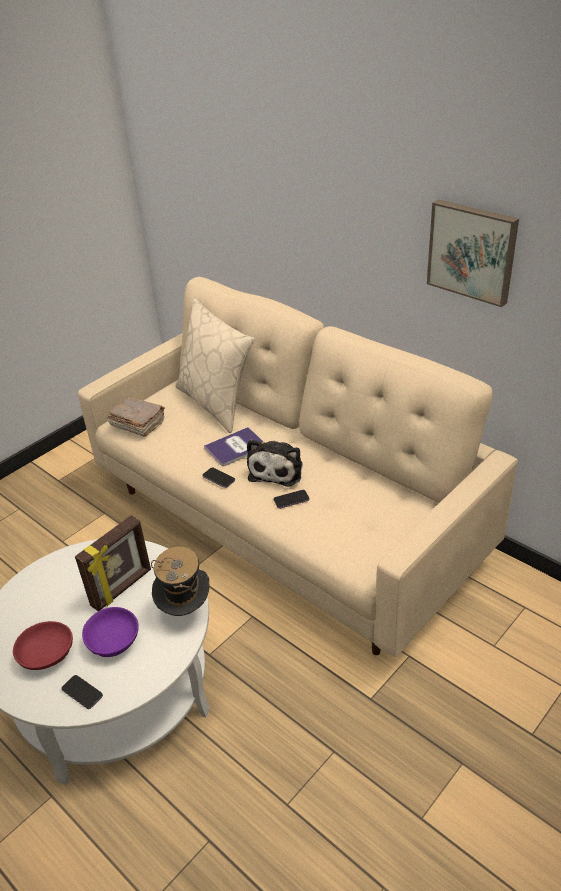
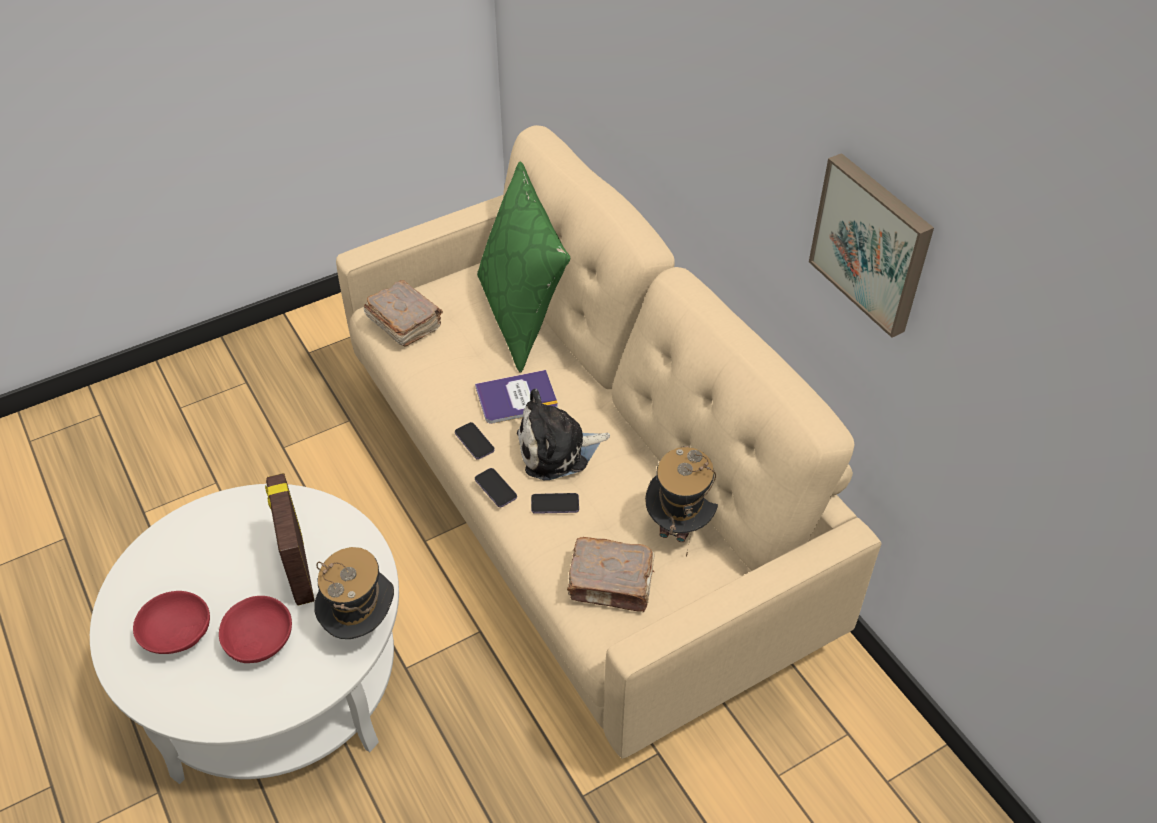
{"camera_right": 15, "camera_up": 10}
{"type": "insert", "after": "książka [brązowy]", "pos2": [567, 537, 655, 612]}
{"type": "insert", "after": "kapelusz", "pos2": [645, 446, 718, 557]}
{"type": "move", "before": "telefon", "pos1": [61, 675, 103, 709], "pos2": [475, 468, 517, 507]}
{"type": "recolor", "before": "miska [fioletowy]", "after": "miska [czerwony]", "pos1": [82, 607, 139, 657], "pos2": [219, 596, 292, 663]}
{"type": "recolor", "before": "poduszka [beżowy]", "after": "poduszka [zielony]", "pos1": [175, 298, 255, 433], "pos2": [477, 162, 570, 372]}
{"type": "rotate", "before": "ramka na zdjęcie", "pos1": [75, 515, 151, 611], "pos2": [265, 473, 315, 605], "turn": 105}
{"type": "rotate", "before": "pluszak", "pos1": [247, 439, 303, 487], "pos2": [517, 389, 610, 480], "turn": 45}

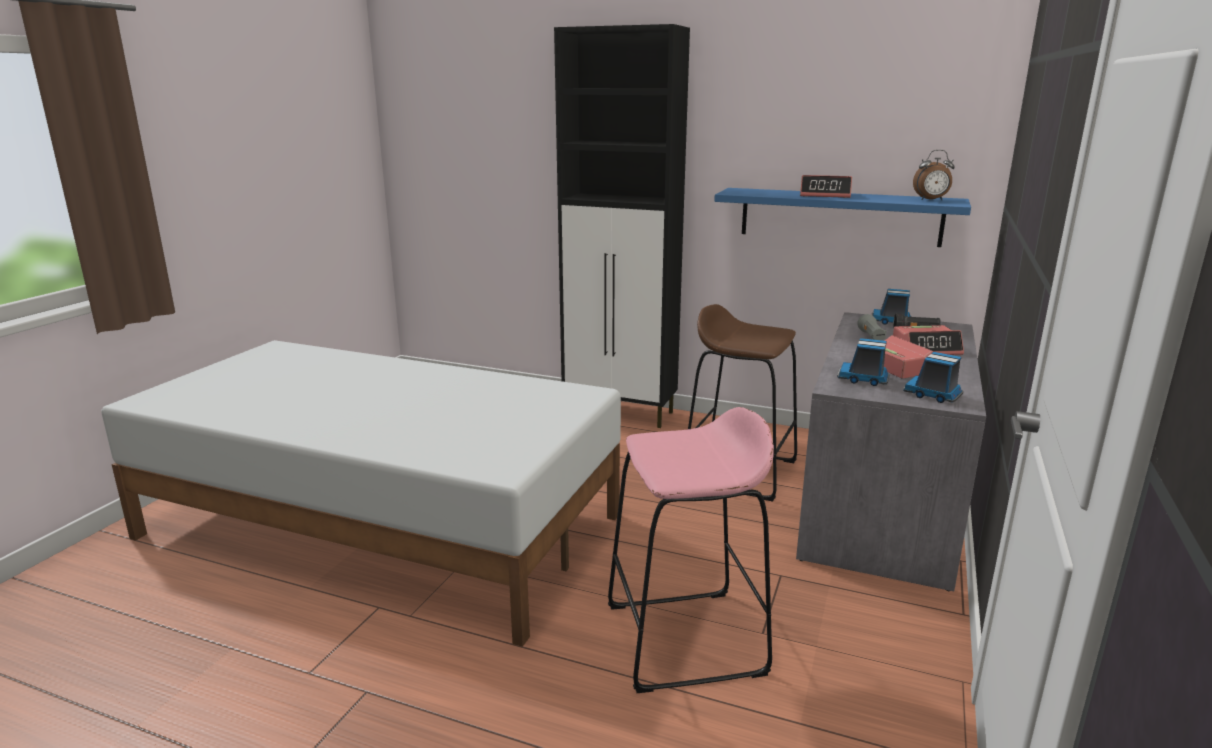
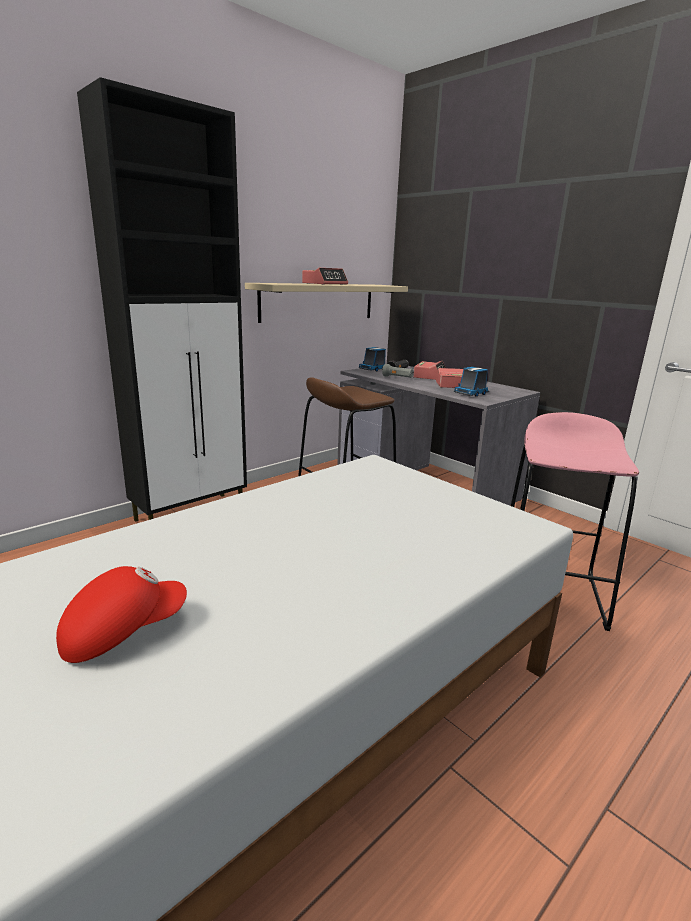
{"camera_right": -65, "camera_up": 0}
{"type": "delete", "before": "ciężarówka zabawkowa", "pos1": [903, 352, 963, 403]}
{"type": "delete", "before": "budzik", "pos1": [913, 150, 955, 200]}
{"type": "insert", "after": "czapka z daszkiem [czerwony]", "pos2": [56, 566, 187, 663]}
{"type": "recolor", "before": "półka [niebieski]", "after": "półka [beżowy]", "pos1": [714, 188, 971, 247], "pos2": [245, 283, 408, 323]}

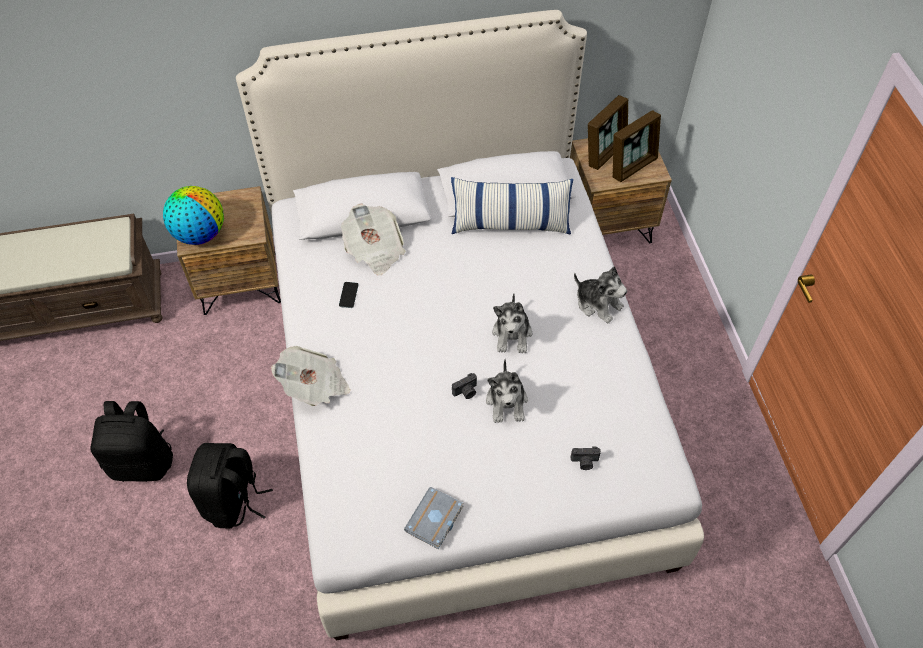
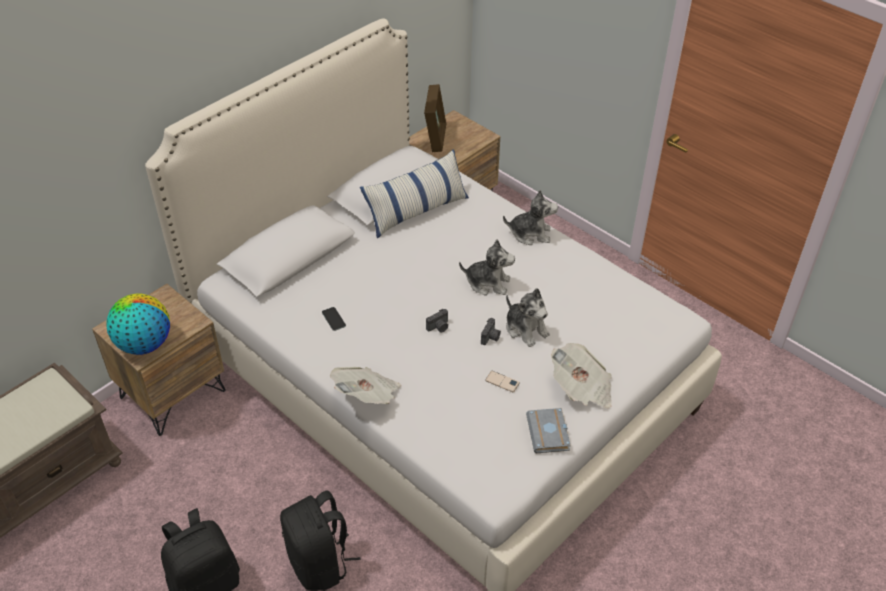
{"camera_right": -35, "camera_up": -10}
{"type": "delete", "before": "ramka na zdjęcie", "pos1": [613, 110, 661, 182]}
{"type": "insert", "after": "telefon", "pos2": [485, 371, 520, 393]}
{"type": "move", "before": "gazeta", "pos1": [341, 203, 406, 275], "pos2": [551, 343, 612, 408]}
{"type": "move", "before": "aparat fotograficzny", "pos1": [571, 446, 601, 470], "pos2": [426, 309, 448, 333]}
{"type": "rotate", "before": "pluszak", "pos1": [492, 293, 532, 353], "pos2": [459, 239, 515, 296], "turn": -45}

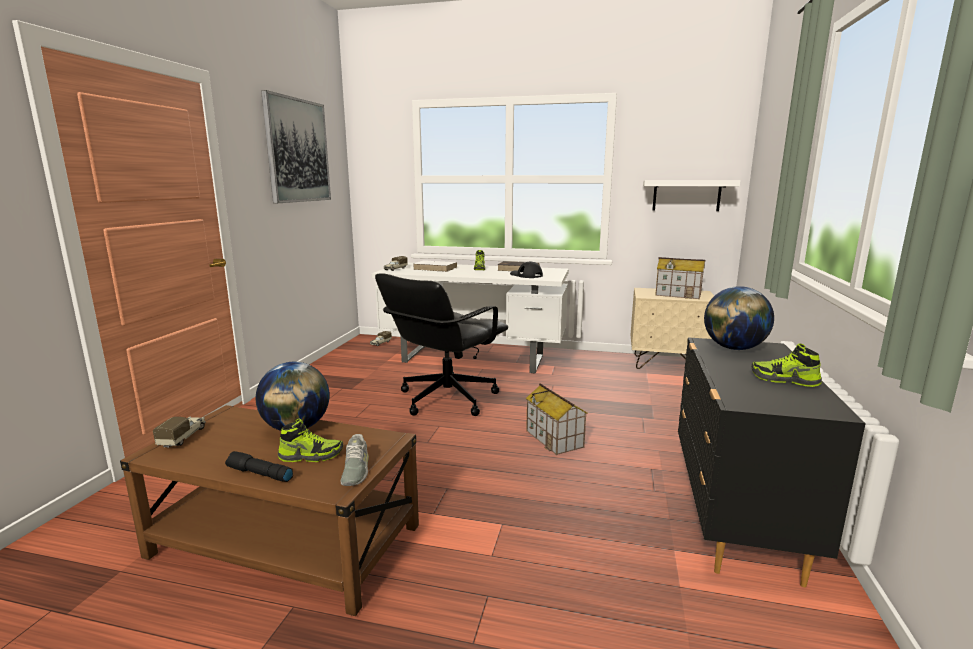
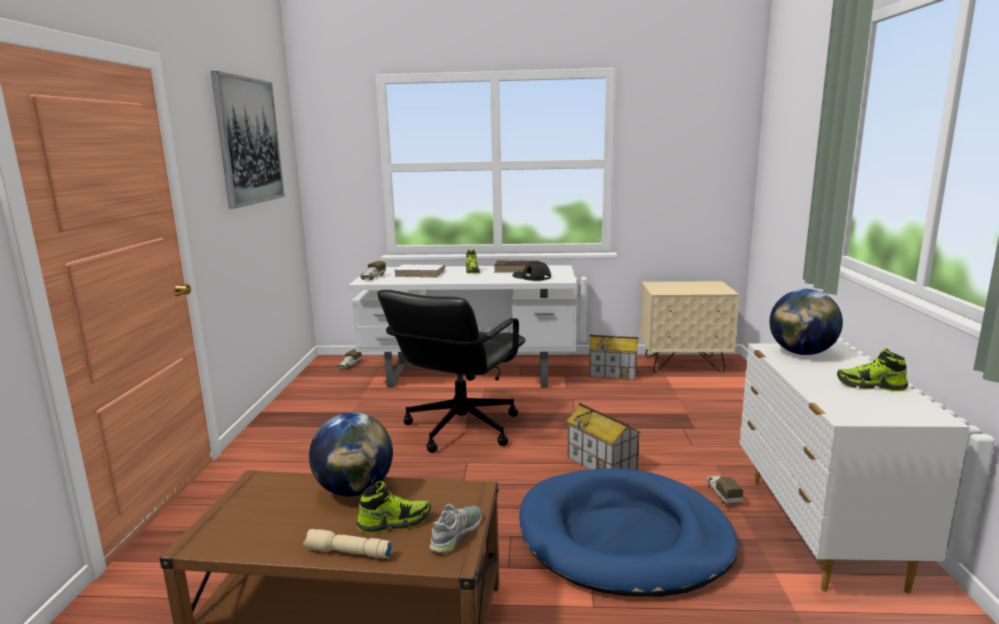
{"camera_right": -10, "camera_up": 0}
{"type": "delete", "before": "półka [biały]", "pos1": [643, 180, 741, 211]}
{"type": "insert", "after": "legowisko [niebieski]", "pos2": [519, 468, 738, 597]}
{"type": "move", "before": "ciężarówka zabawkowa", "pos1": [153, 417, 206, 448], "pos2": [706, 475, 743, 506]}
{"type": "move", "before": "domek", "pos1": [655, 257, 705, 299], "pos2": [589, 335, 638, 380]}
{"type": "recolor", "before": "latarka [czarny]", "after": "latarka [beżowy]", "pos1": [225, 451, 293, 482], "pos2": [303, 529, 392, 558]}
{"type": "recolor", "before": "komoda [czarny]", "after": "komoda [biały]", "pos1": [678, 337, 866, 587], "pos2": [739, 343, 970, 593]}
{"type": "rotate", "before": "but [szary]", "pos1": [341, 434, 369, 486], "pos2": [429, 504, 482, 553], "turn": -135}

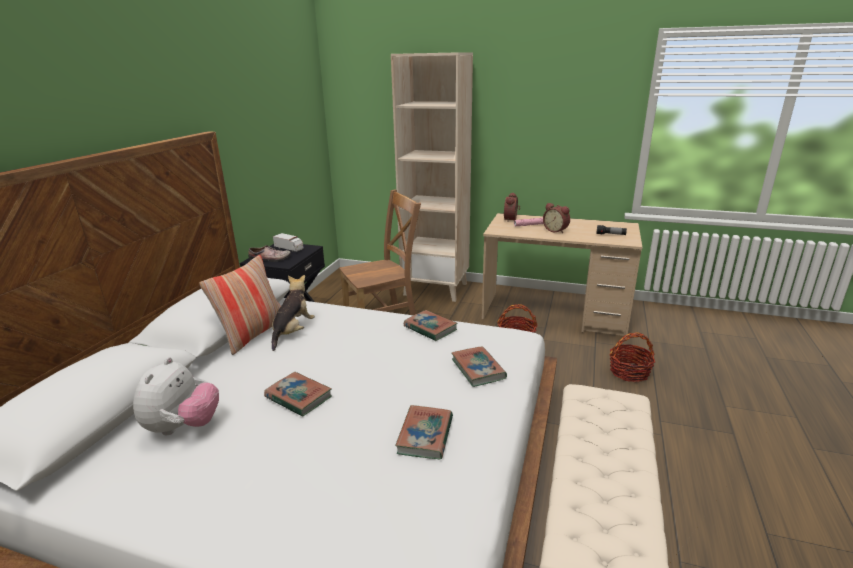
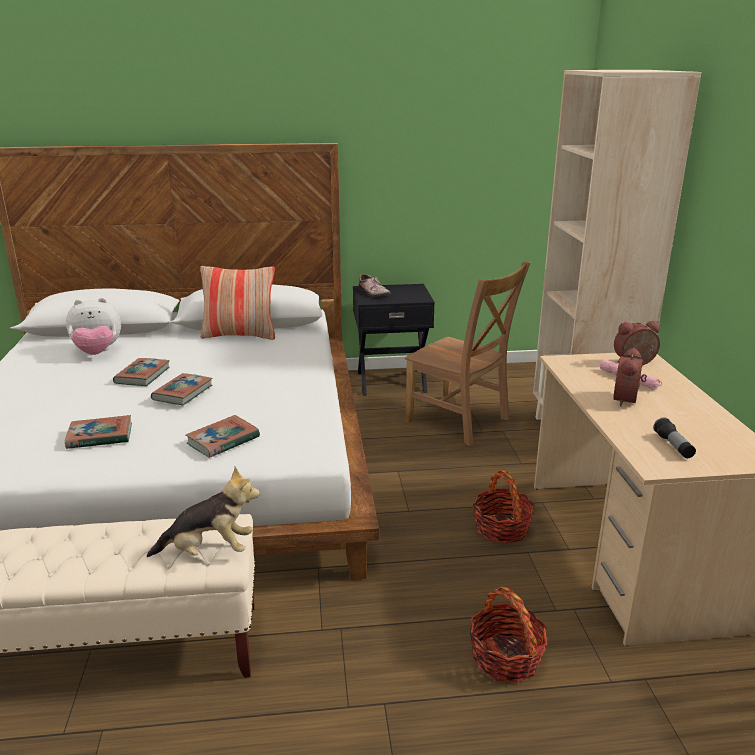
{"camera_right": 65, "camera_up": 0}
{"type": "delete", "before": "ciężarówka zabawkowa", "pos1": [273, 233, 304, 252]}
{"type": "move", "before": "pluszak", "pos1": [272, 275, 315, 351], "pos2": [147, 467, 260, 557]}
{"type": "move", "before": "książka", "pos1": [404, 310, 458, 341], "pos2": [151, 373, 213, 405]}

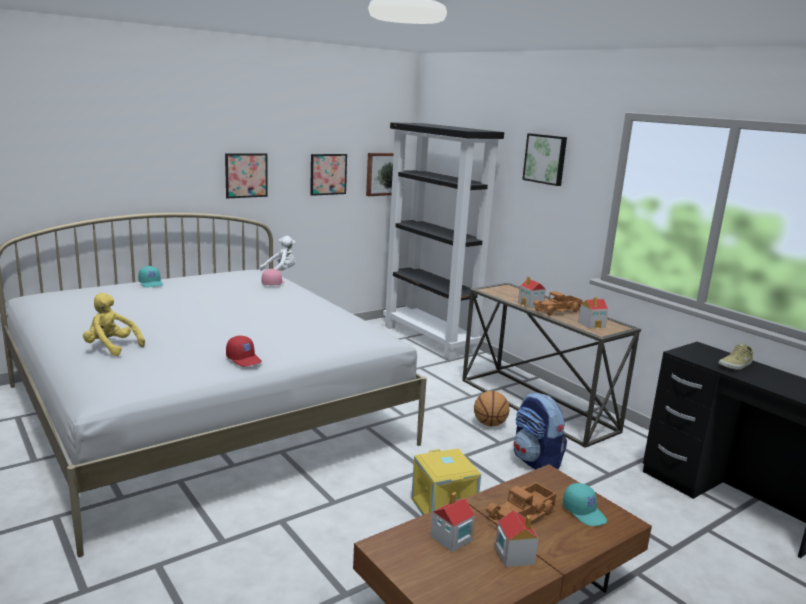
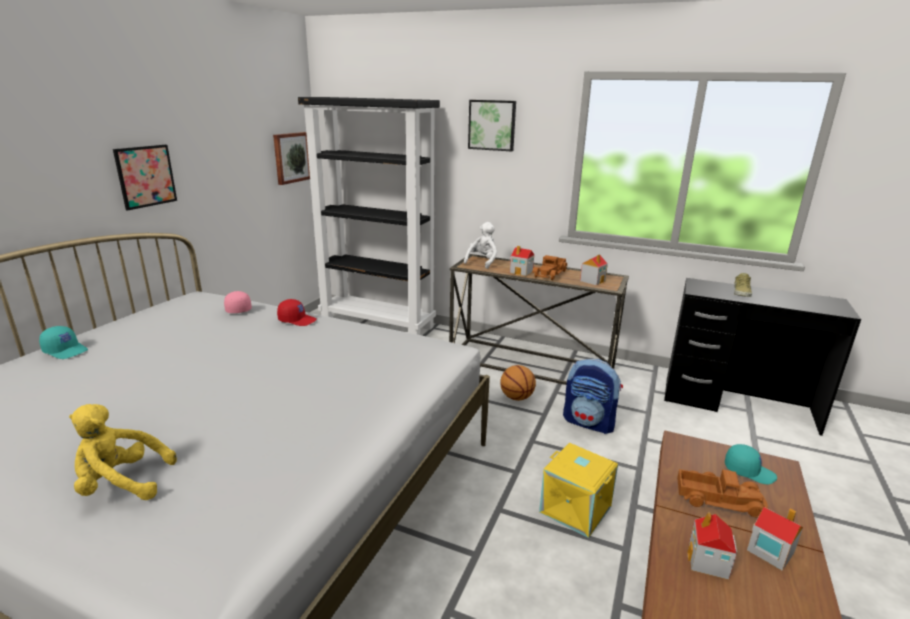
{"camera_right": -30, "camera_up": 5}
{"type": "delete", "before": "obraz", "pos1": [310, 154, 347, 196]}
{"type": "move", "before": "czapka z daszkiem [czerwony]", "pos1": [226, 336, 262, 367], "pos2": [277, 299, 317, 326]}
{"type": "move", "before": "pluszak [biały]", "pos1": [259, 236, 296, 271], "pos2": [464, 222, 497, 269]}
{"type": "rotate", "before": "ciężarówka zabawkowa", "pos1": [486, 482, 556, 526], "pos2": [677, 469, 768, 517], "turn": -90}

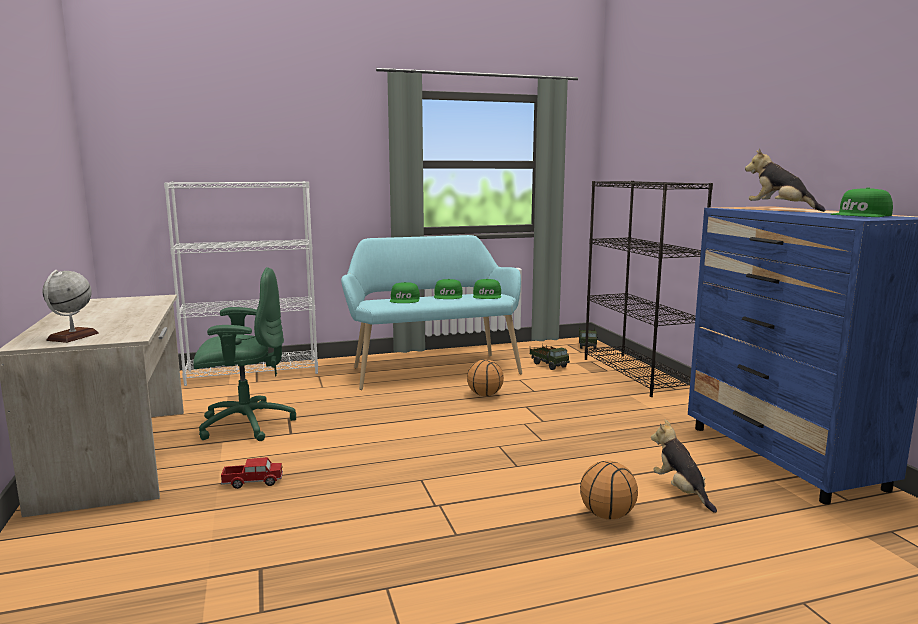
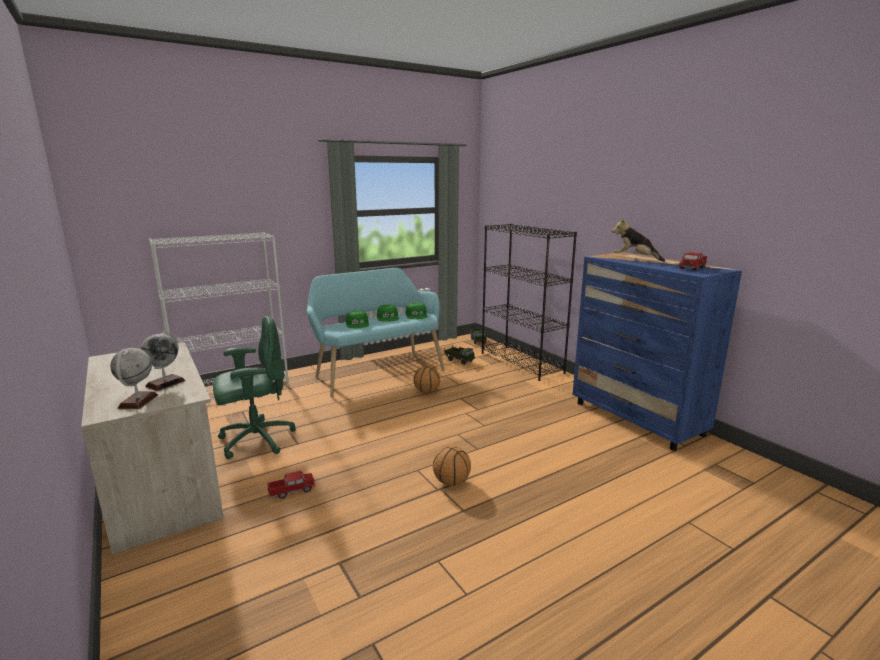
{"camera_right": -15, "camera_up": 5}
{"type": "delete", "before": "pluszak", "pos1": [651, 419, 717, 513]}
{"type": "insert", "after": "globus", "pos2": [141, 331, 185, 391]}
{"type": "move", "before": "piłka do koszykówki", "pos1": [580, 461, 638, 519], "pos2": [433, 446, 471, 486]}
{"type": "replace", "before": "czapka z daszkiem [zielony]", "after": "ciężarówka zabawkowa", "pos1": [830, 187, 893, 217], "pos2": [679, 252, 707, 271]}

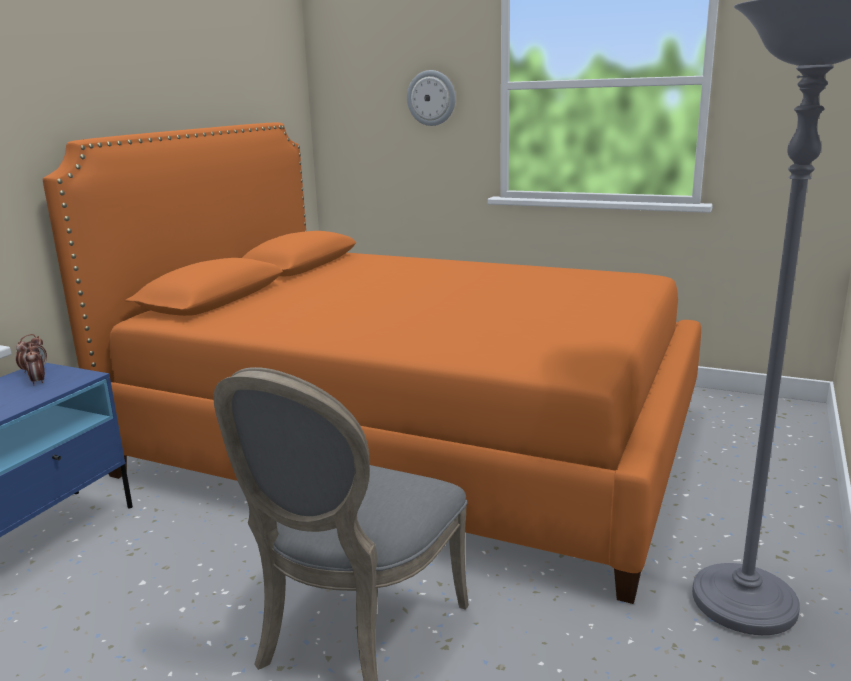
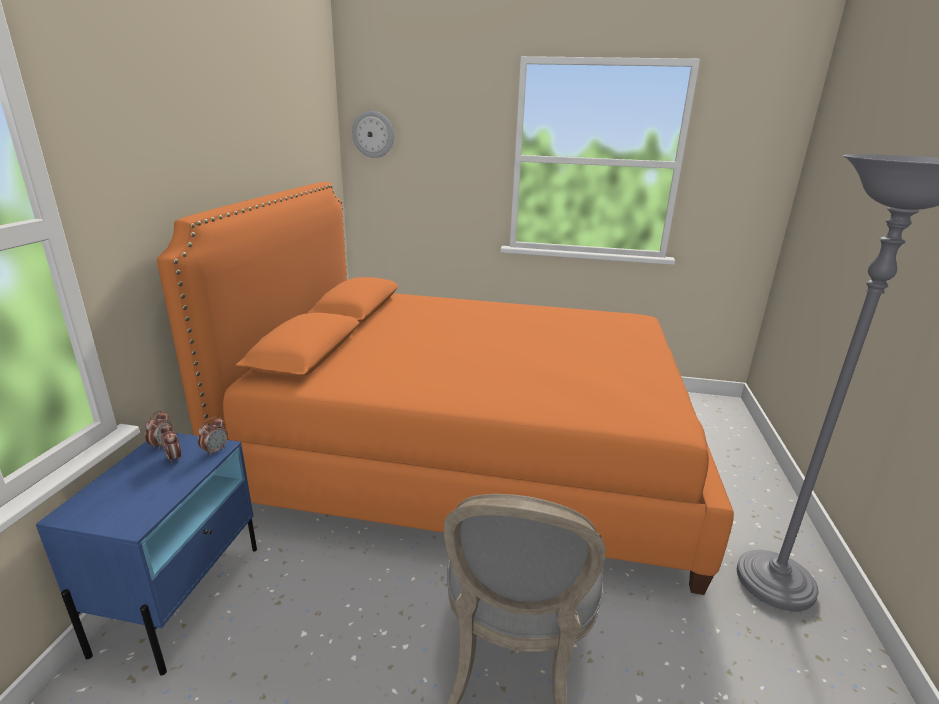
{"camera_right": -15, "camera_up": 5}
{"type": "insert", "after": "budzik", "pos2": [198, 417, 228, 456]}
{"type": "move", "before": "zegar ścienny", "pos1": [407, 70, 456, 126], "pos2": [352, 111, 394, 158]}

